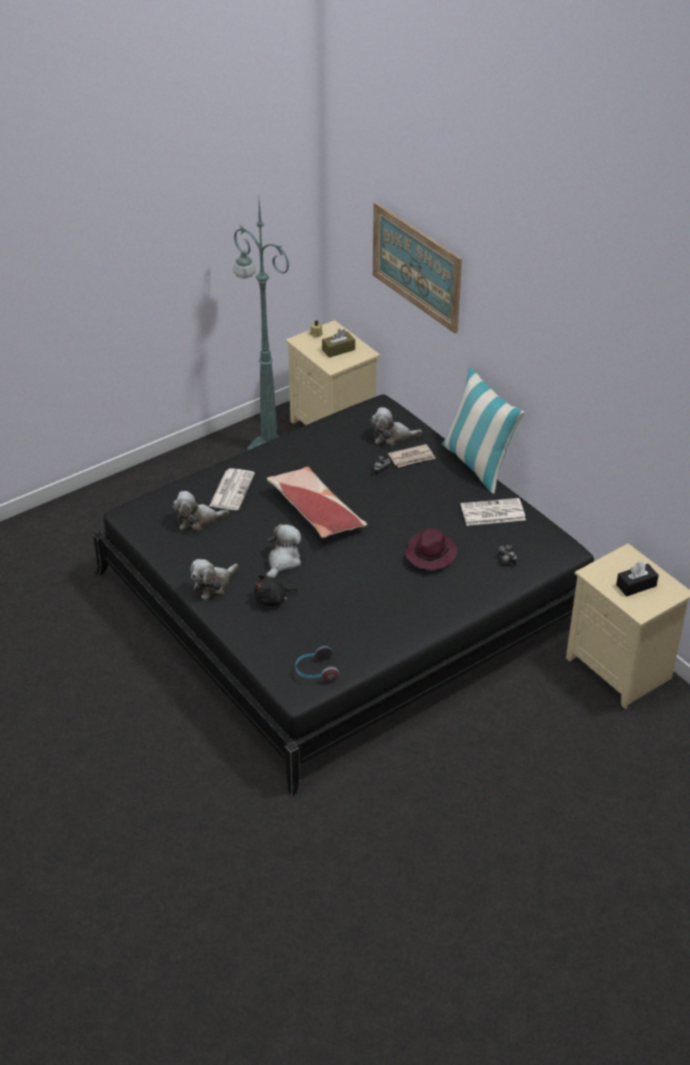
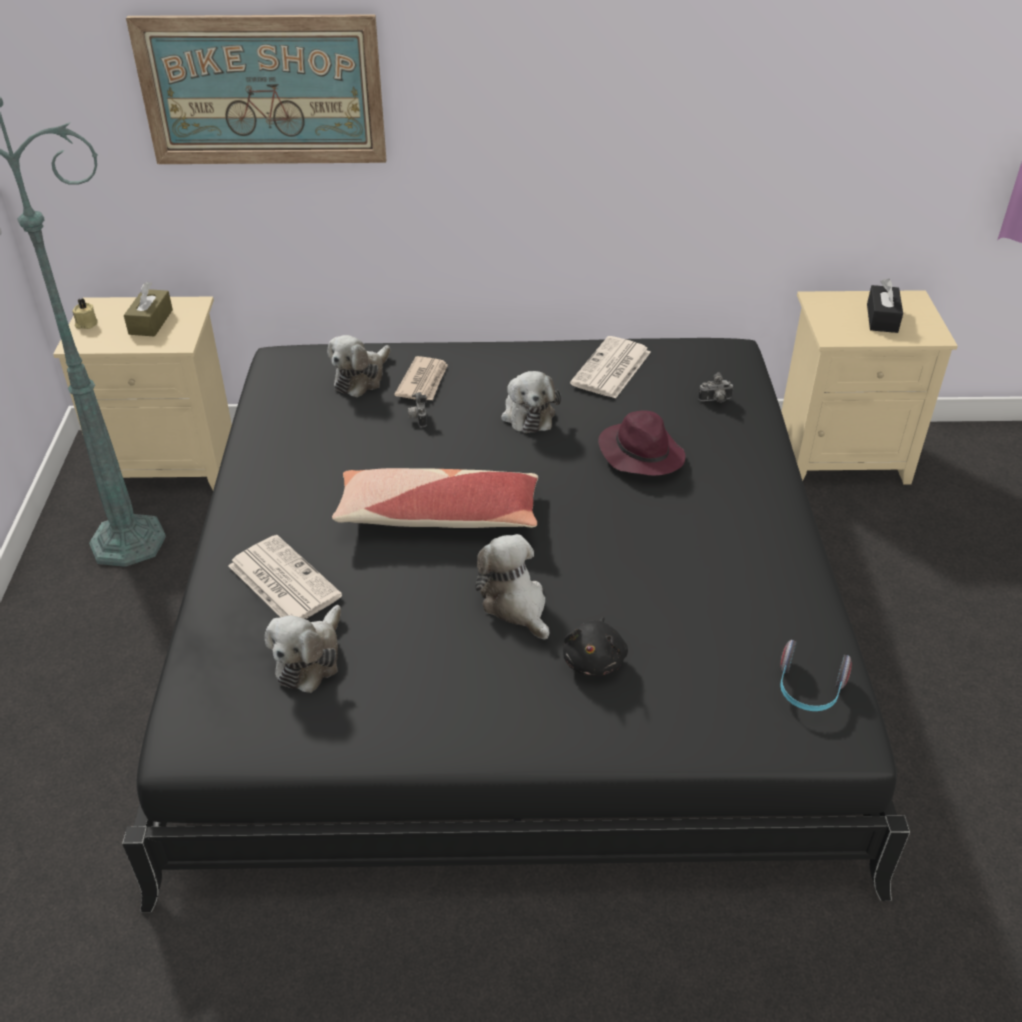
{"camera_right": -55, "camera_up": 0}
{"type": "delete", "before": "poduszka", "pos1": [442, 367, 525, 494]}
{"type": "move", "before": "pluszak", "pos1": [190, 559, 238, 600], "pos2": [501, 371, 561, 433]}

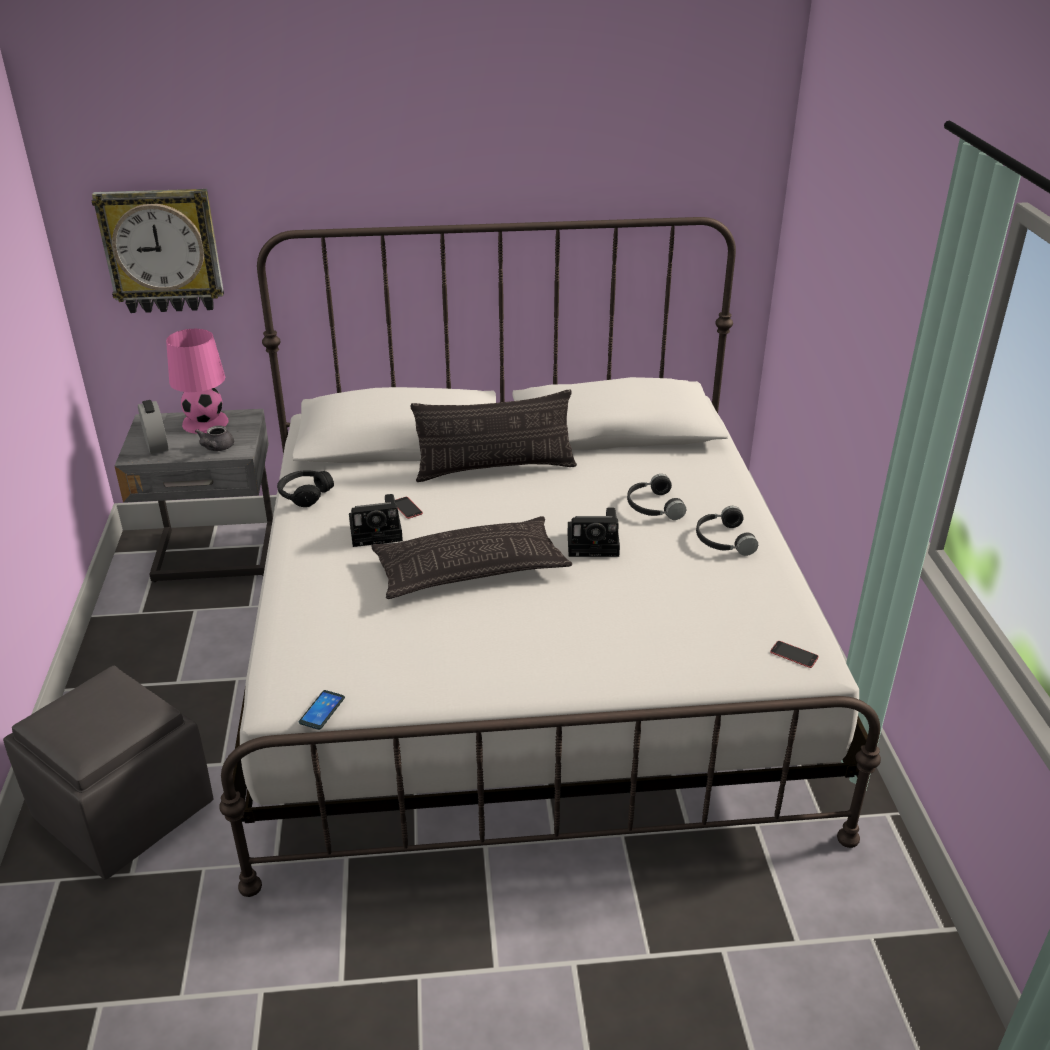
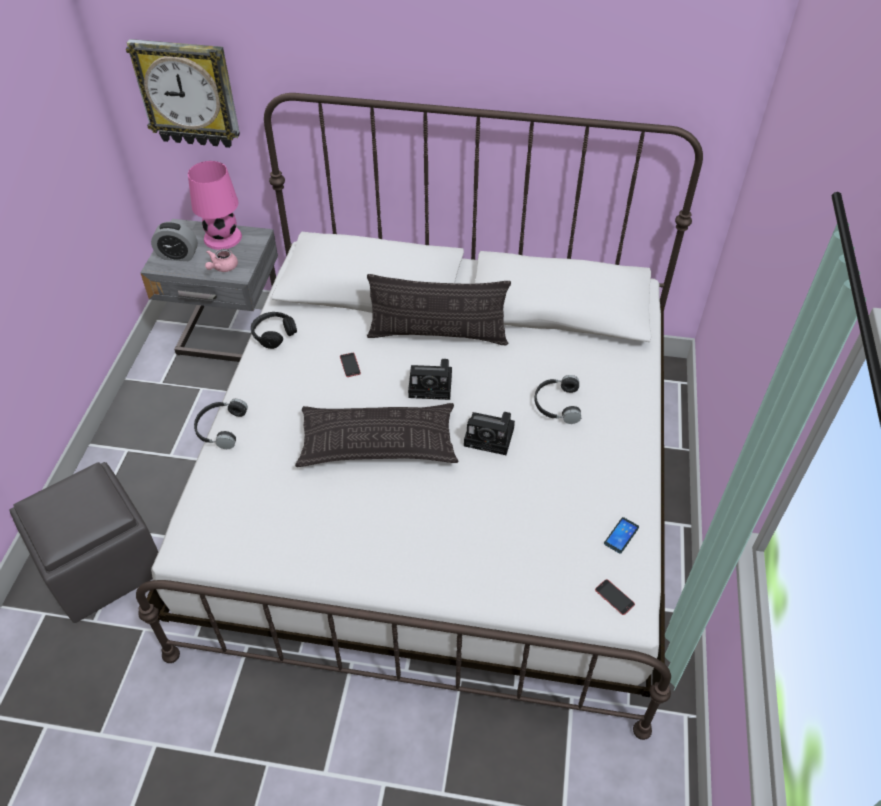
{"camera_right": 15, "camera_up": 15}
{"type": "move", "before": "telefon", "pos1": [299, 690, 345, 730], "pos2": [604, 517, 639, 554]}
{"type": "move", "before": "aparat fotograficzny", "pos1": [349, 494, 403, 547], "pos2": [408, 359, 452, 400]}
{"type": "move", "before": "słuchawki [czarny]", "pos1": [696, 506, 758, 556], "pos2": [194, 399, 248, 449]}
{"type": "recolor", "before": "imbryk [szary]", "after": "imbryk [różowy]", "pos1": [195, 426, 234, 451], "pos2": [205, 249, 238, 272]}
{"type": "rotate", "before": "budzik", "pos1": [138, 400, 169, 454], "pos2": [151, 221, 198, 261], "turn": 105}

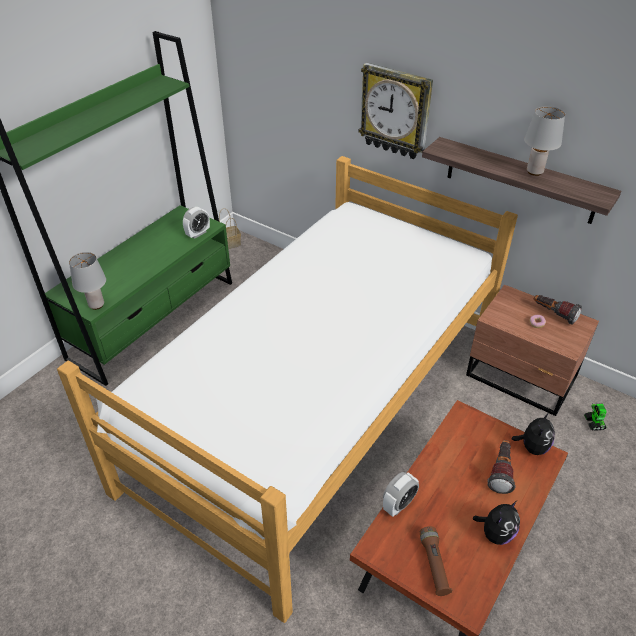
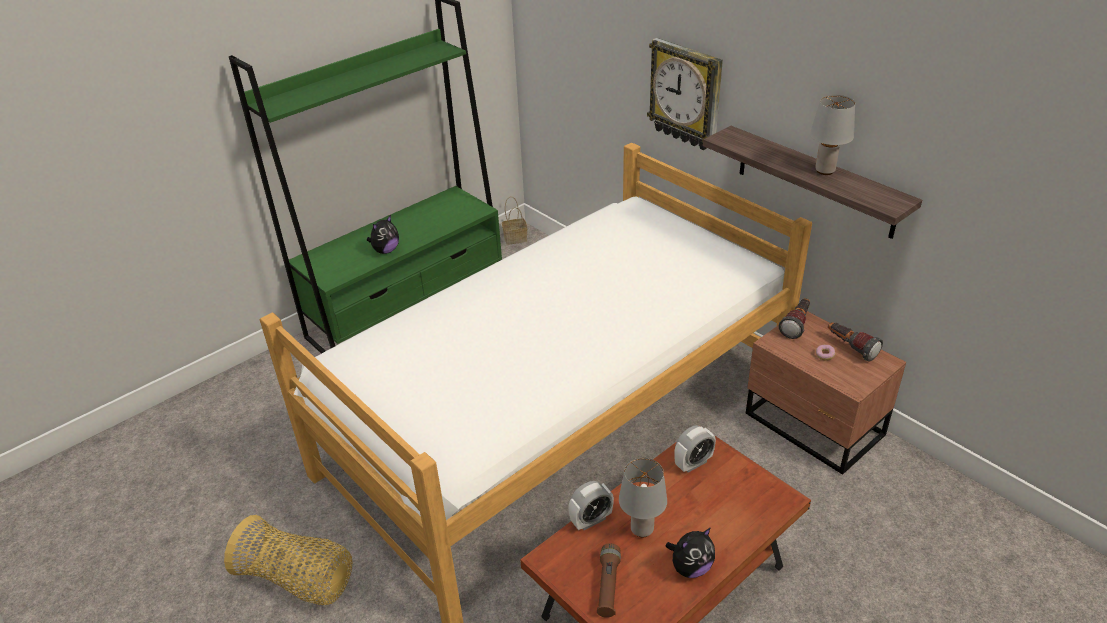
{"camera_right": 15, "camera_up": -5}
{"type": "delete", "before": "robot zabawkowy", "pos1": [584, 403, 607, 431]}
{"type": "insert", "after": "koszyk", "pos2": [224, 515, 352, 605]}
{"type": "move", "before": "lampa stołowa [szary]", "pos1": [69, 252, 106, 310], "pos2": [619, 458, 667, 537]}
{"type": "move", "before": "budzik", "pos1": [183, 207, 210, 239], "pos2": [674, 425, 716, 473]}
{"type": "move", "before": "latarka", "pos1": [487, 440, 516, 494], "pos2": [779, 298, 810, 339]}
{"type": "move", "before": "pluszak", "pos1": [512, 412, 555, 455], "pos2": [367, 215, 399, 254]}

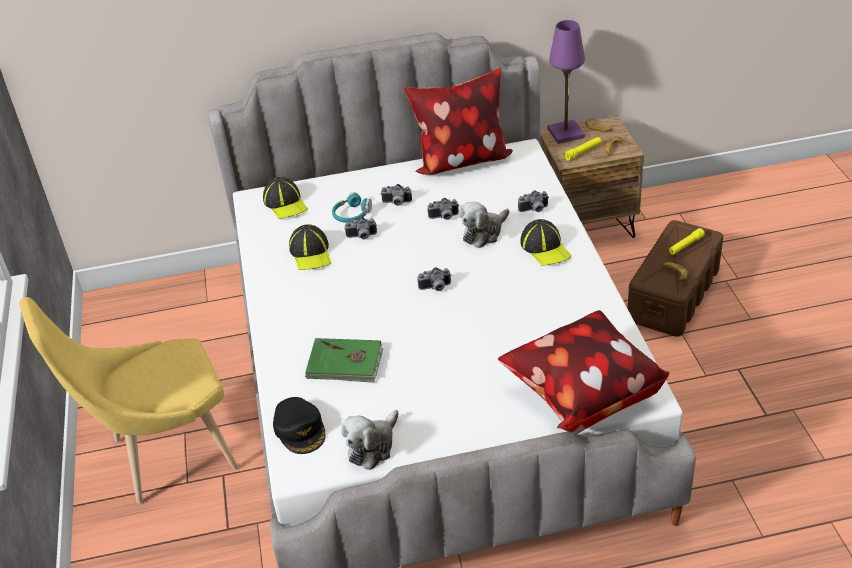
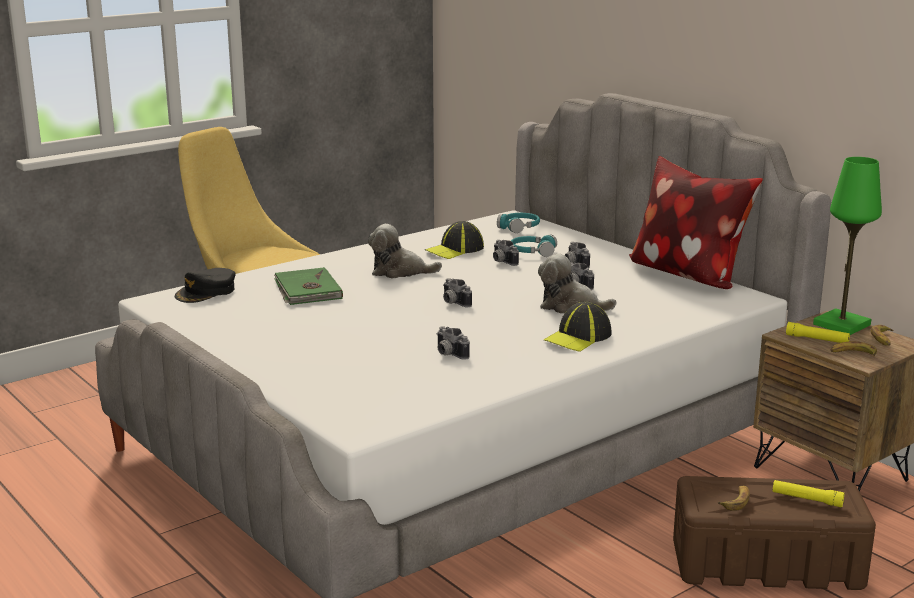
{"camera_right": 60, "camera_up": -20}
{"type": "delete", "before": "poduszka", "pos1": [498, 310, 669, 435]}
{"type": "move", "before": "pluszak", "pos1": [342, 410, 399, 470], "pos2": [368, 224, 442, 278]}
{"type": "move", "before": "aparat fotograficzny", "pos1": [518, 190, 548, 212], "pos2": [437, 326, 470, 360]}
{"type": "replace", "before": "czapka z daszkiem", "after": "słuchawki [turkusowy]", "pos1": [263, 177, 308, 219], "pos2": [497, 213, 540, 233]}
{"type": "recolor", "before": "lampa stołowa [fioletowy]", "after": "lampa stołowa [zielony]", "pos1": [548, 20, 585, 144], "pos2": [813, 157, 882, 335]}

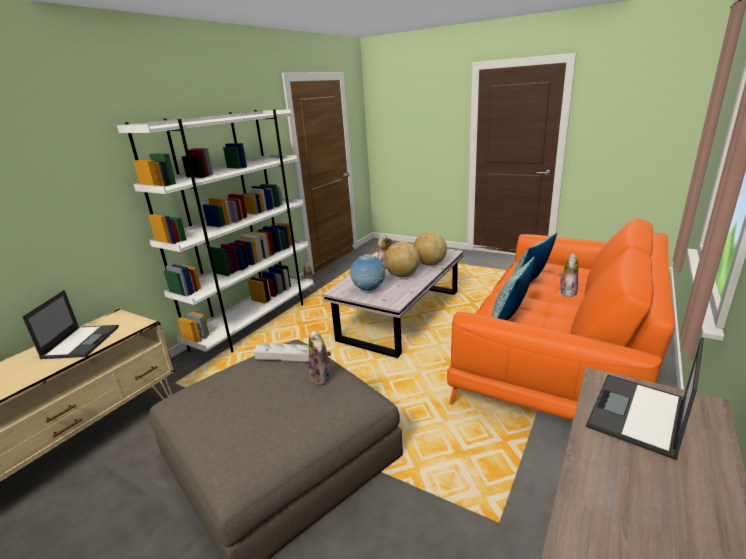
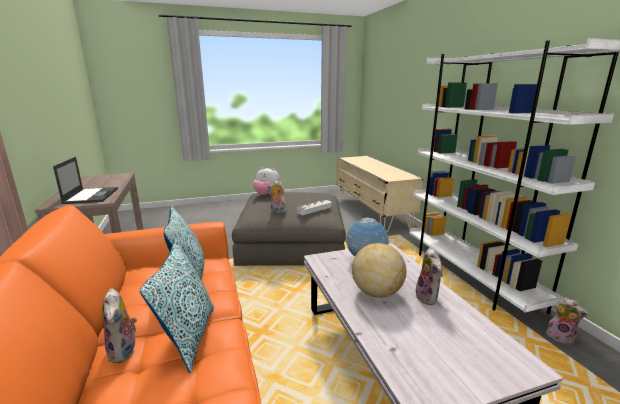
{"camera_right": 130, "camera_up": -5}
{"type": "delete", "before": "laptop", "pos1": [22, 290, 119, 359]}
{"type": "delete", "before": "globus", "pos1": [413, 232, 447, 266]}
{"type": "insert", "after": "pluszak", "pos2": [253, 167, 280, 195]}

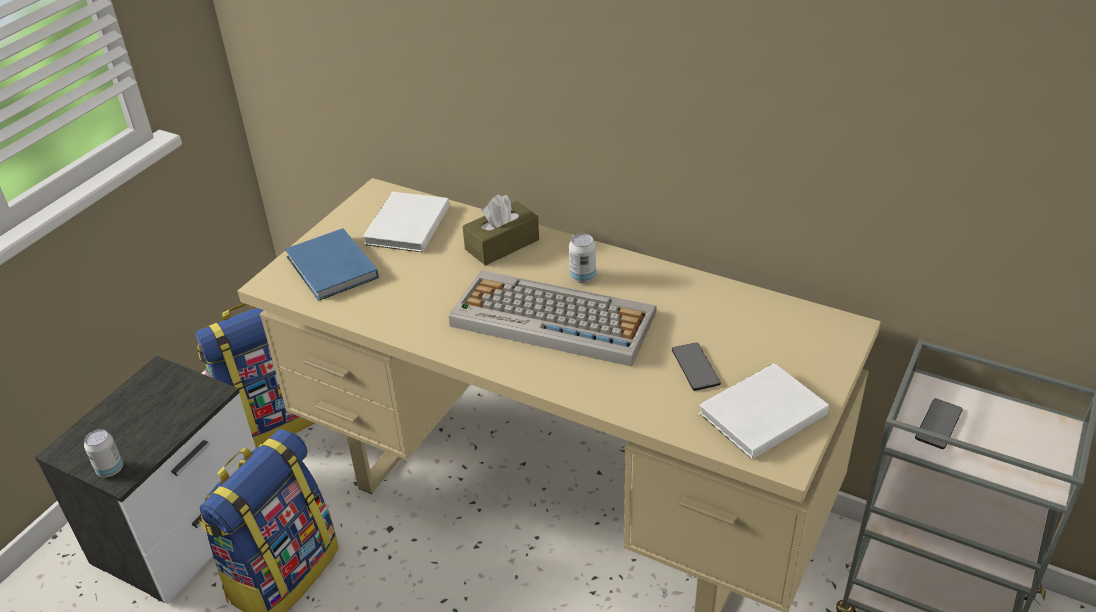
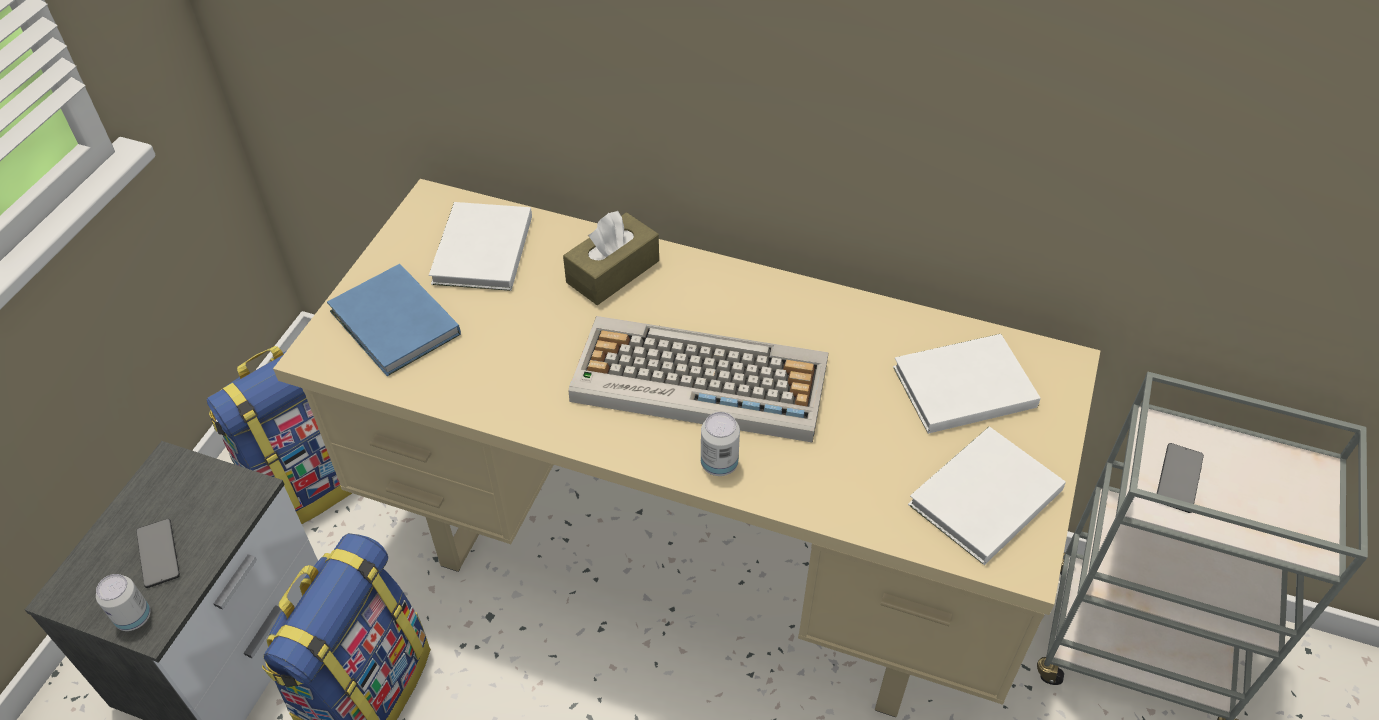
{"camera_right": -10, "camera_up": 10}
{"type": "insert", "after": "książka [biały]", "pos2": [893, 334, 1041, 434]}
{"type": "move", "before": "puszka", "pos1": [569, 234, 596, 283], "pos2": [701, 412, 740, 476]}
{"type": "move", "before": "telefon", "pos1": [672, 343, 721, 391], "pos2": [136, 519, 180, 588]}

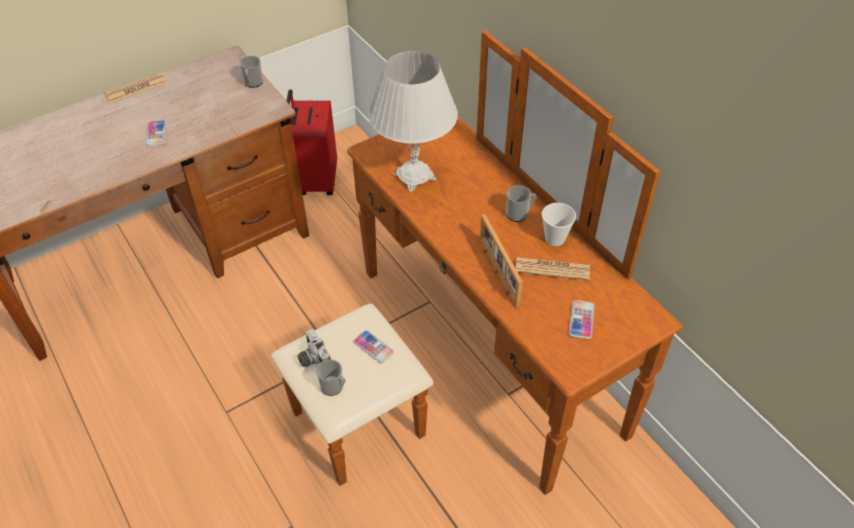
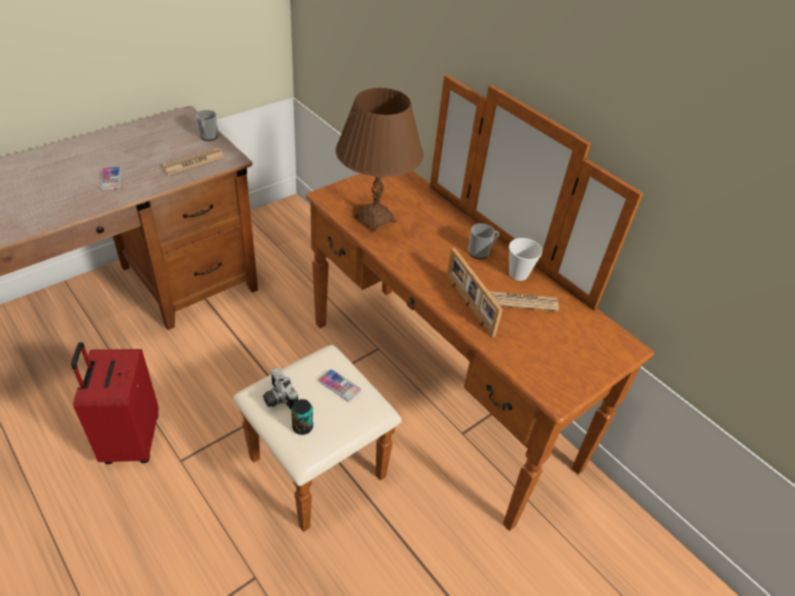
{"camera_right": -10, "camera_up": -5}
{"type": "delete", "before": "telefon", "pos1": [569, 300, 595, 339]}
{"type": "move", "before": "gazeta", "pos1": [105, 72, 168, 103], "pos2": [161, 148, 225, 175]}
{"type": "move", "before": "walizka [czerwony]", "pos1": [287, 89, 337, 195], "pos2": [71, 342, 159, 464]}
{"type": "replace", "before": "kubek", "after": "puszka", "pos1": [316, 359, 345, 396], "pos2": [291, 399, 313, 435]}
{"type": "recolor", "before": "lampa stołowa [biały]", "after": "lampa stołowa [brązowy]", "pos1": [368, 51, 458, 192], "pos2": [336, 88, 424, 232]}

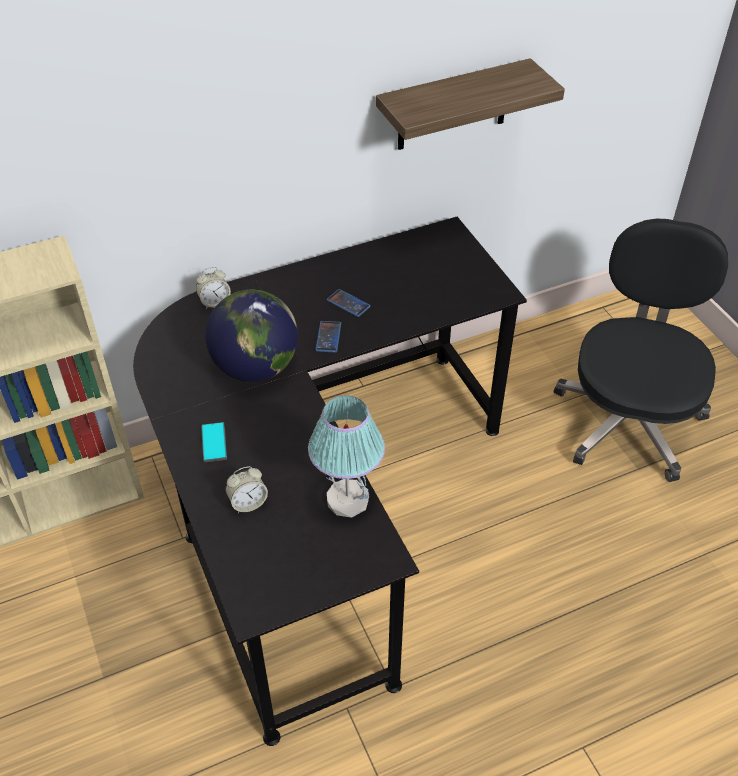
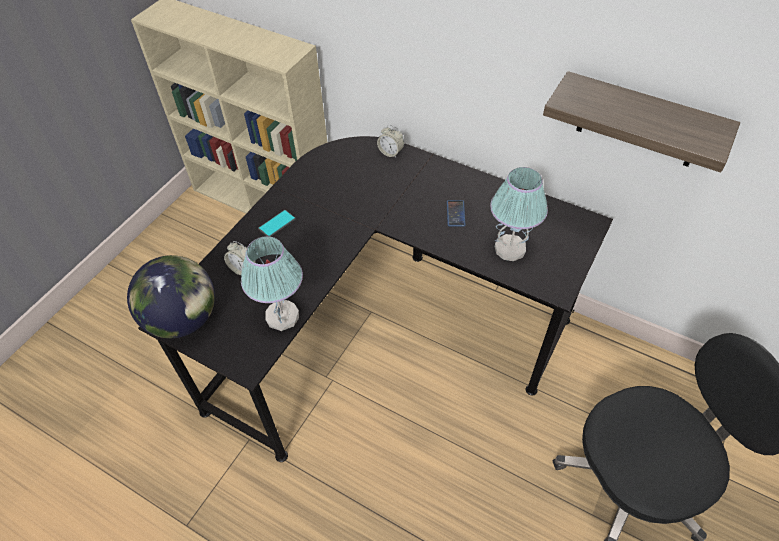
{"camera_right": 55, "camera_up": 5}
{"type": "delete", "before": "telefon", "pos1": [315, 321, 341, 353]}
{"type": "insert", "after": "lampa stołowa", "pos2": [490, 167, 548, 261]}
{"type": "move", "before": "globus", "pos1": [205, 290, 298, 382], "pos2": [127, 255, 215, 338]}

